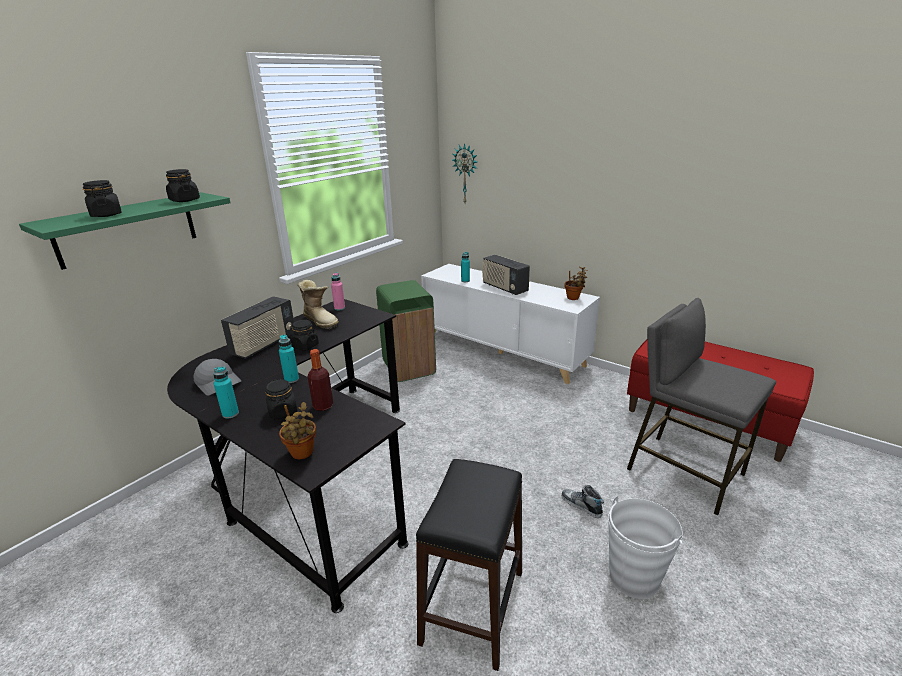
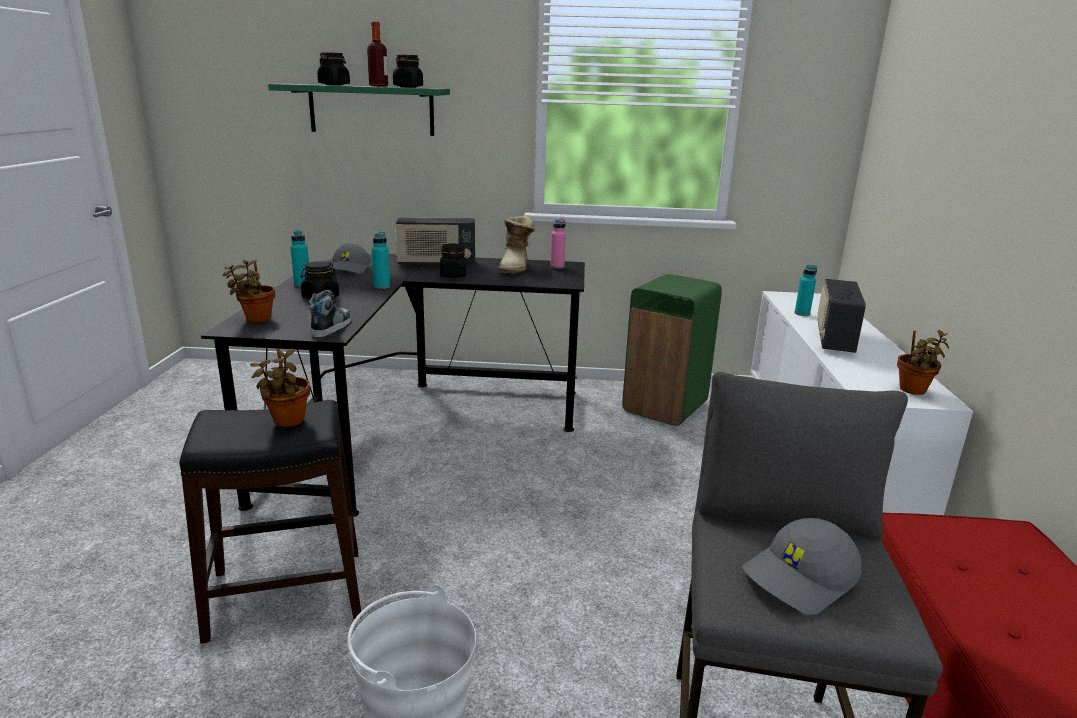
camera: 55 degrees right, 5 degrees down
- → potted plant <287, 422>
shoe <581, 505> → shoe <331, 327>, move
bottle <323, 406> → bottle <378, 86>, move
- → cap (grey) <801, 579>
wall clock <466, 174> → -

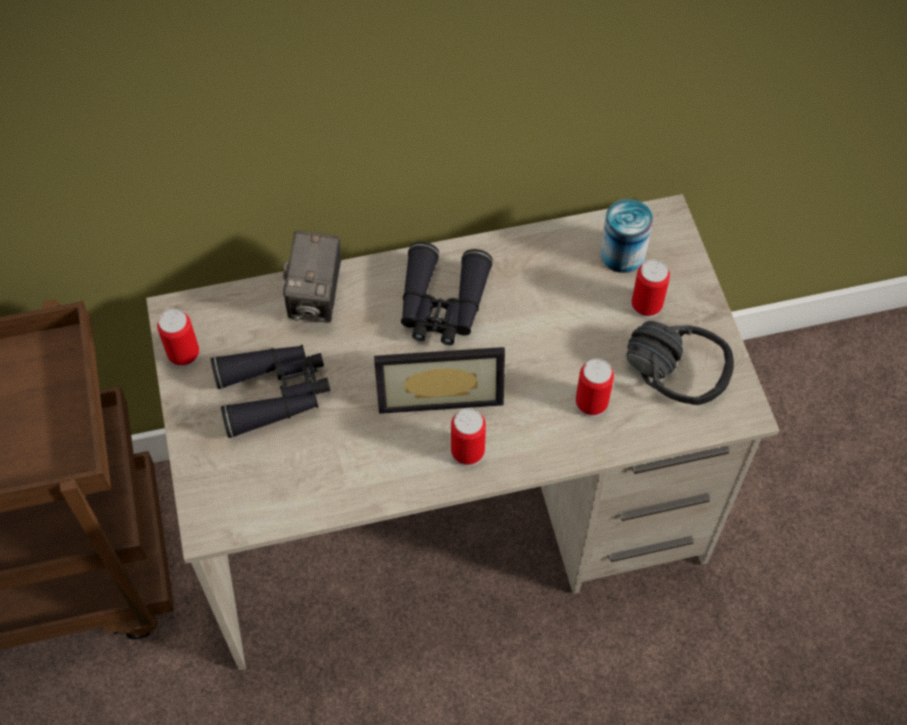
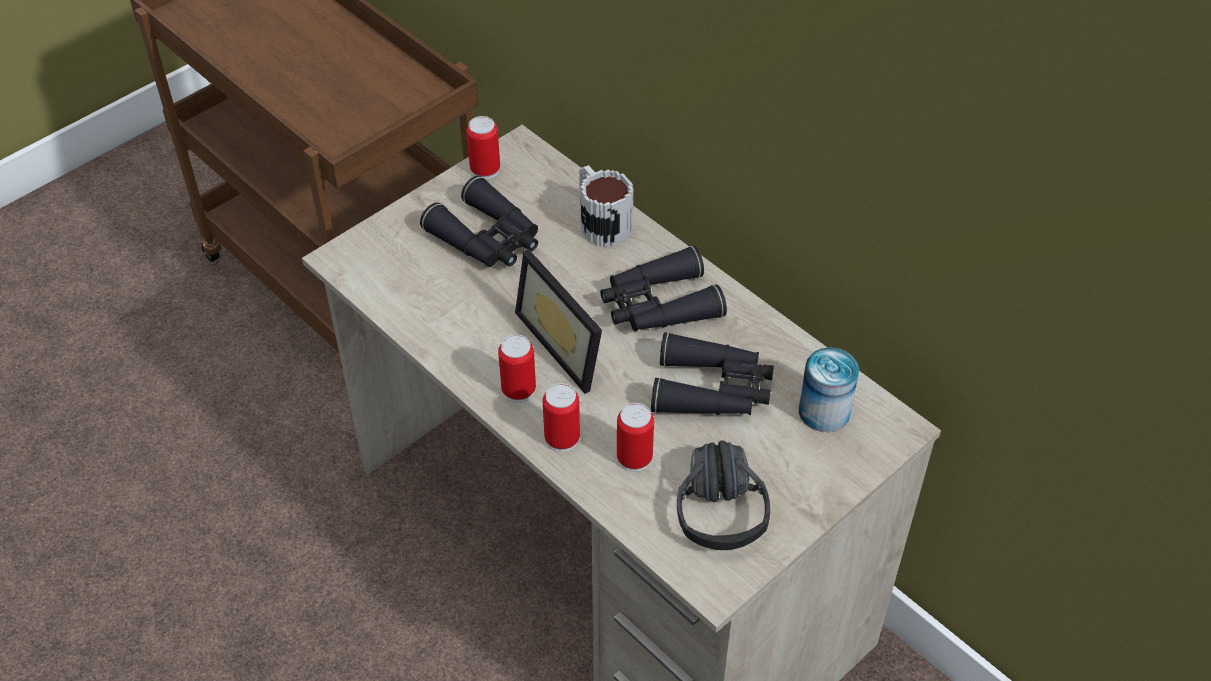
camera: 60 degrees right, 10 degrees down
can <646, 305> → can <562, 438>, move
photo camera <316, 298> → mug <600, 221>
- → binoculars (black) <713, 390>

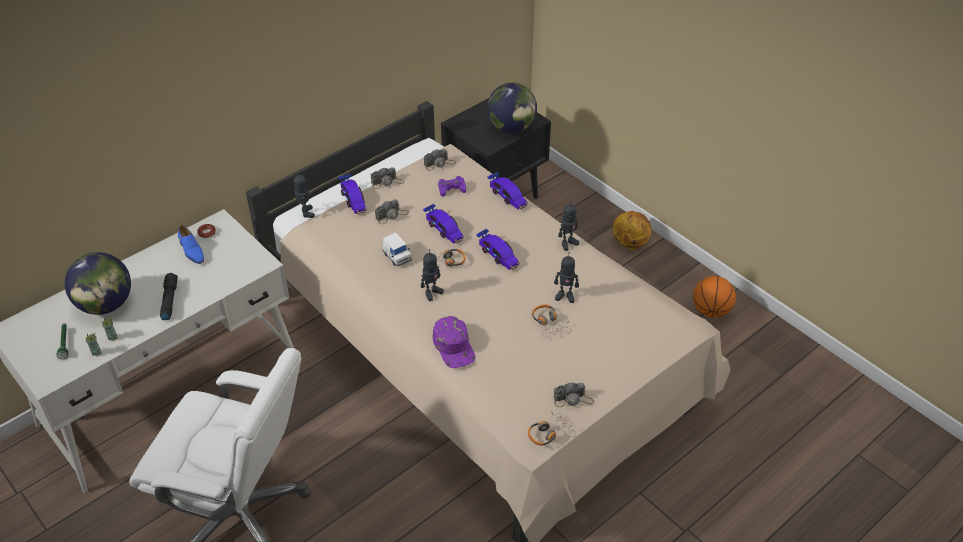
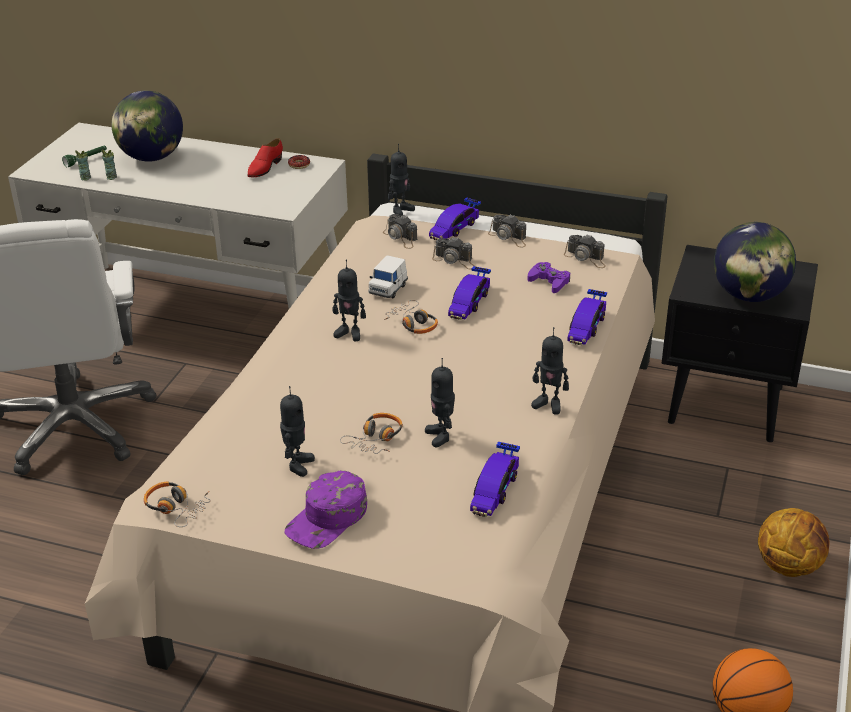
camera: 60 degrees right, 10 degrees down
shoe (blue) <191, 251> → shoe (red) <264, 168>
- → toy robot <297, 465>
cap (purple) <454, 346> → cap (purple) <328, 518>, move
photo camera <573, 399> → photo camera <401, 237>, move
toy car <498, 255> → toy car <494, 489>, move
flashlight (black) <169, 300> → -

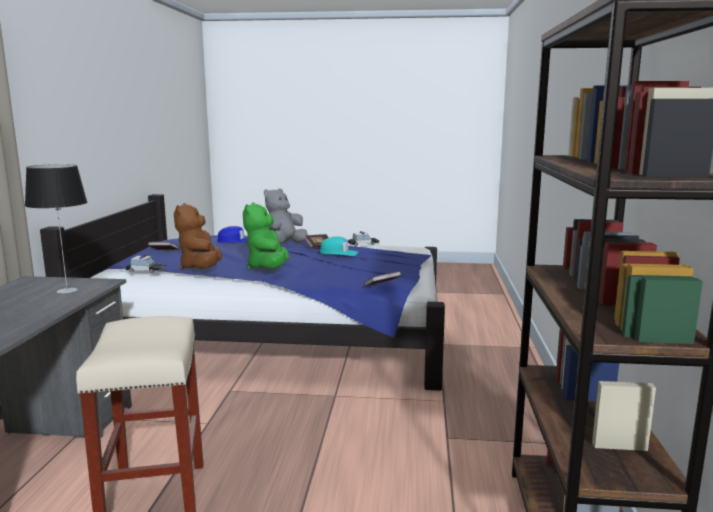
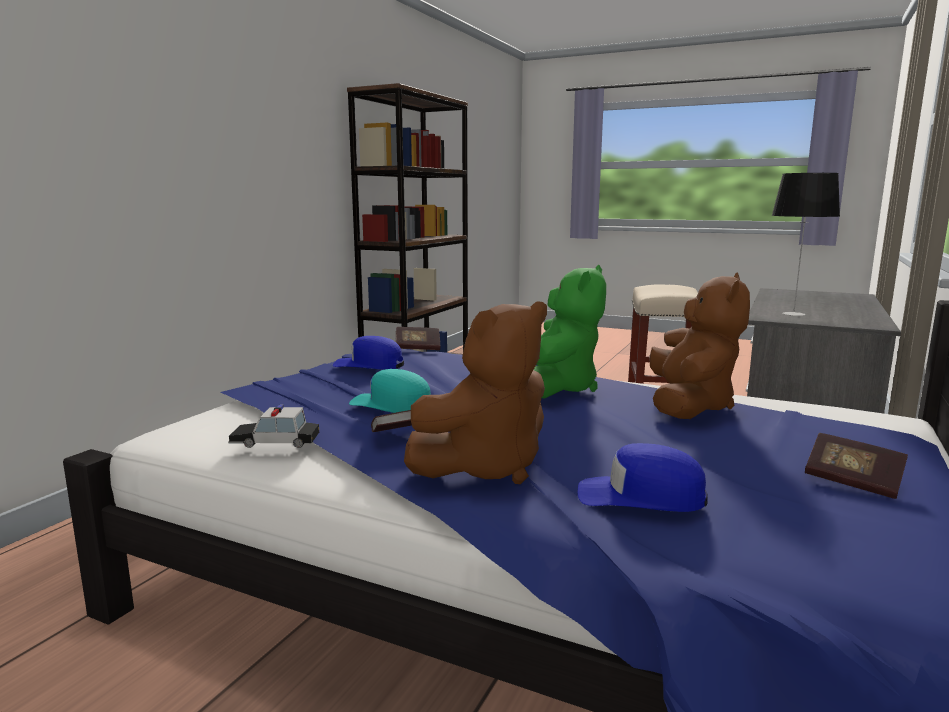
camera: 160 degrees left, 0 degrees up
- → cap (blue) <369, 365>
plush toy (grey) <284, 245> → plush toy (brown) <485, 467>
toy car <146, 270> → -

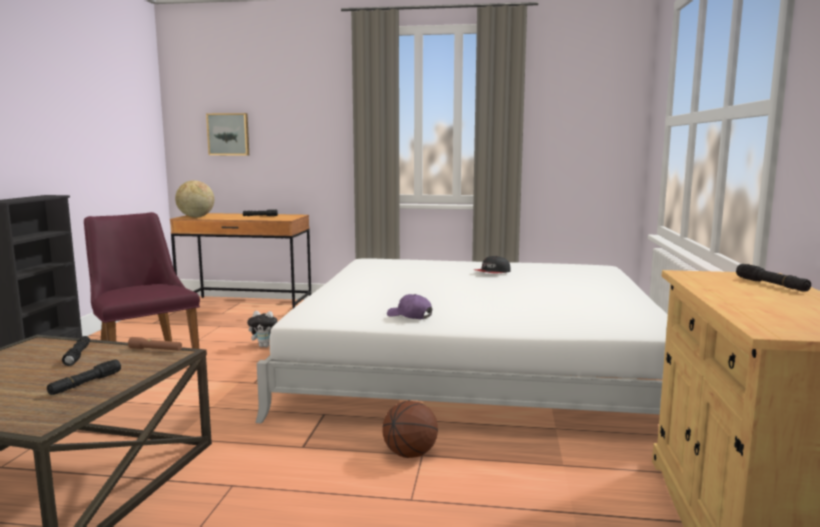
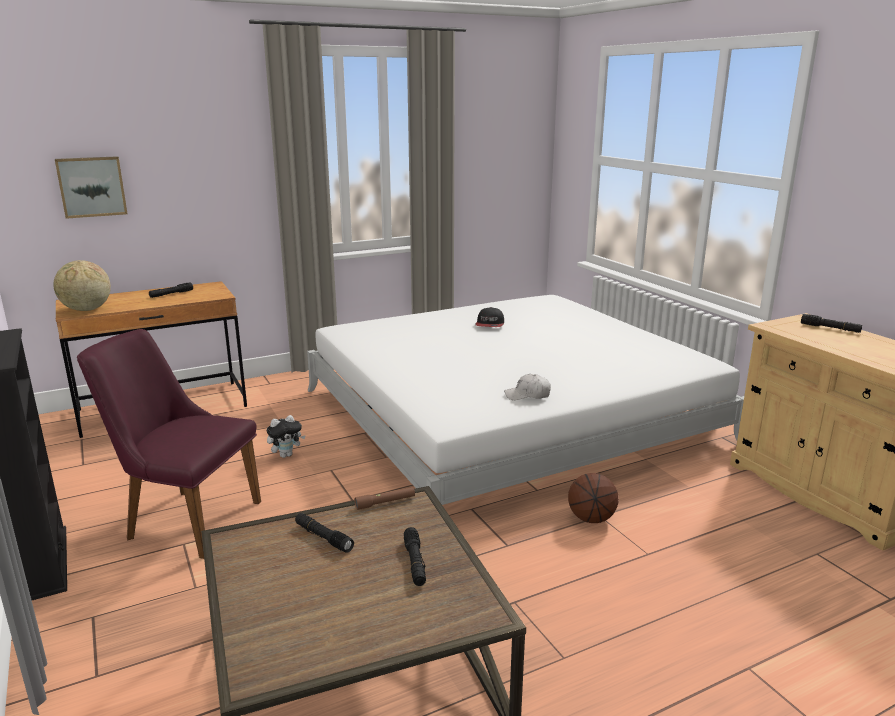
camera: 35 degrees left, 10 degrees up
cap (purple) <410, 316> → cap (white) <527, 395>

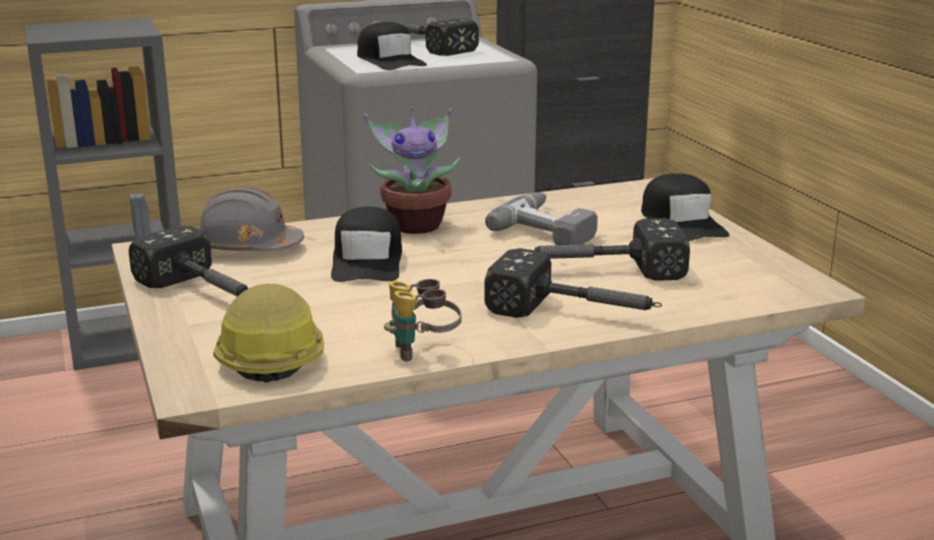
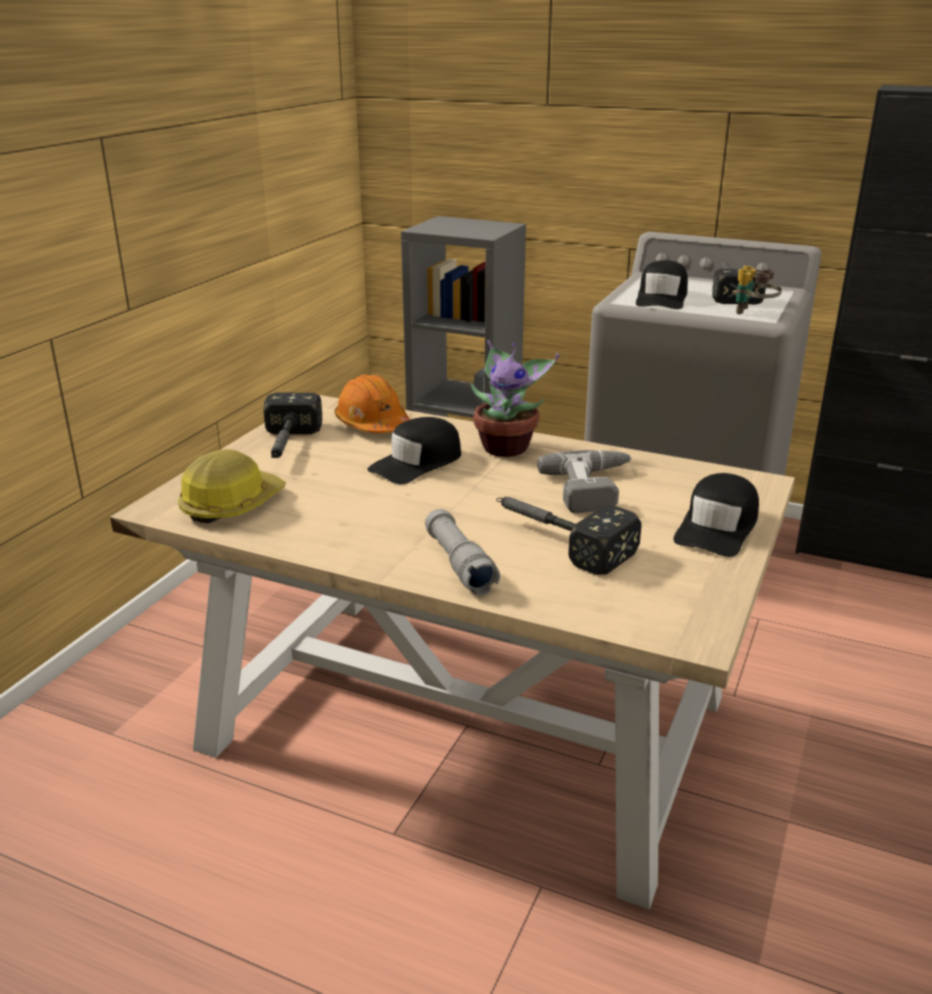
camera: 45 degrees right, 5 degrees up
hard hat (grey) <248, 247> → hard hat (orange) <372, 424>
hammer <576, 313> → flashlight (grey) <459, 564>
binoculars <422, 351> → binoculars <753, 313>, move

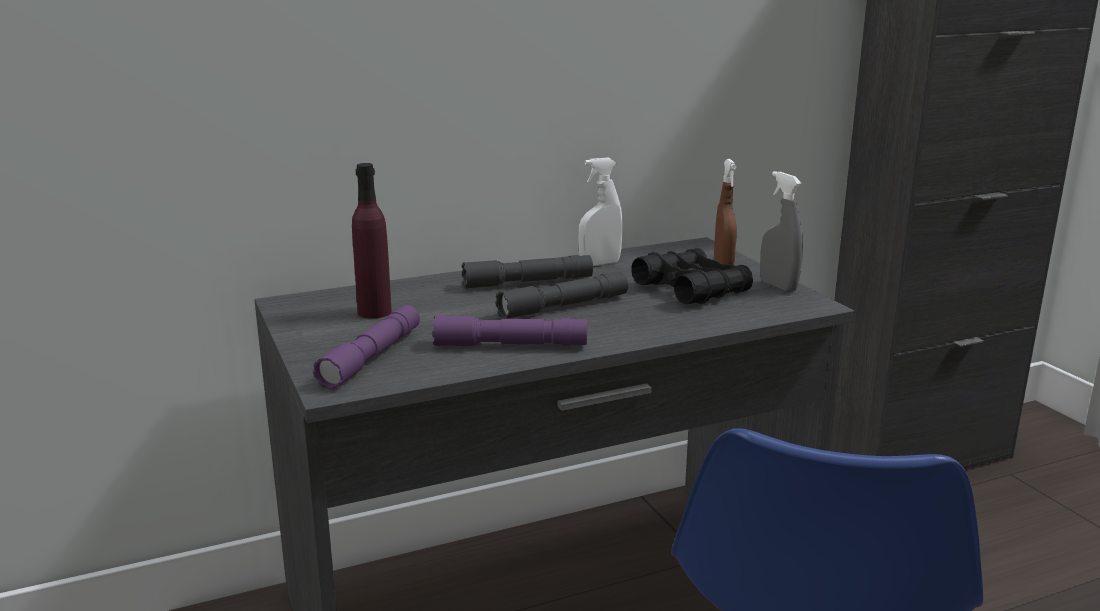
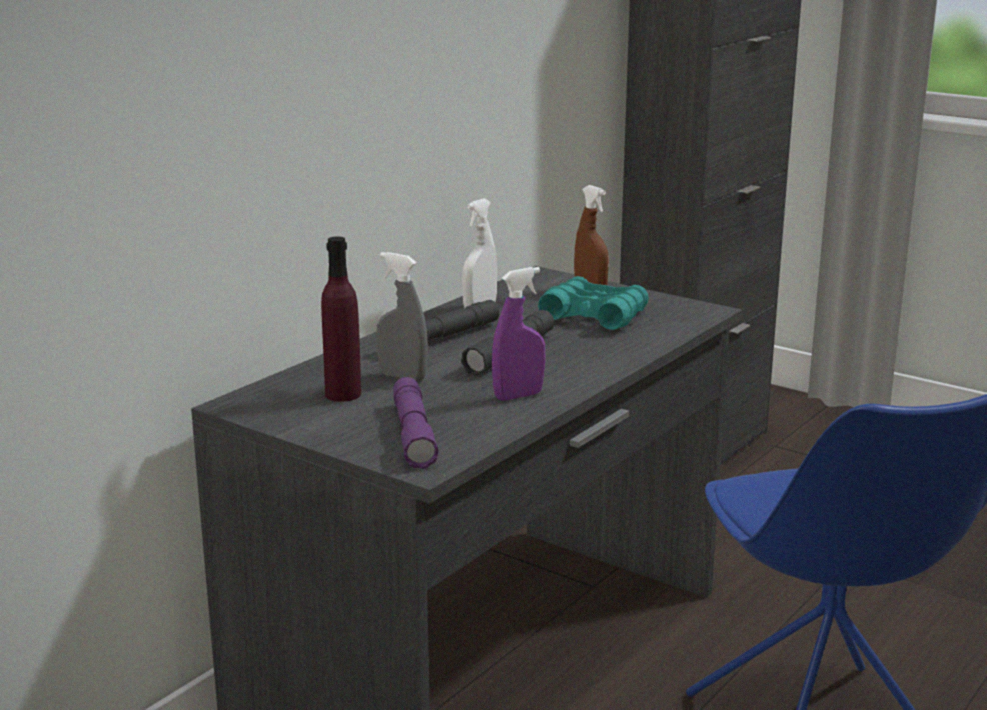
camera: 30 degrees left, 0 degrees up
spray bottle (grey) <778, 286> → spray bottle (grey) <402, 377>, move
flashlight (purple) <510, 345> → spray bottle (purple) <518, 396>
binoculars (black) <691, 289> → binoculars (turquoise) <594, 316>

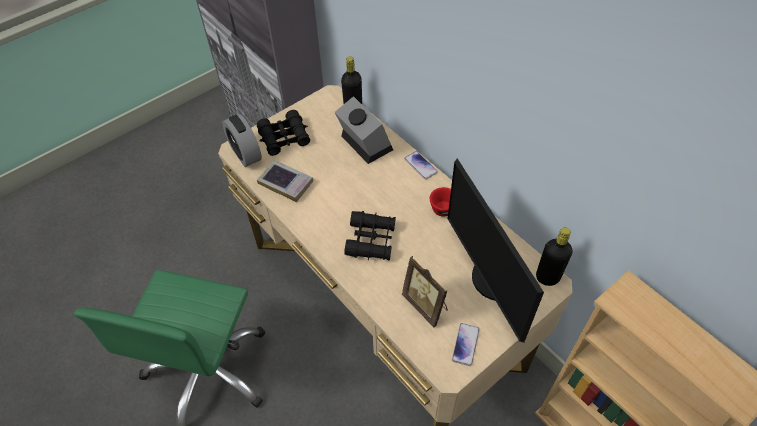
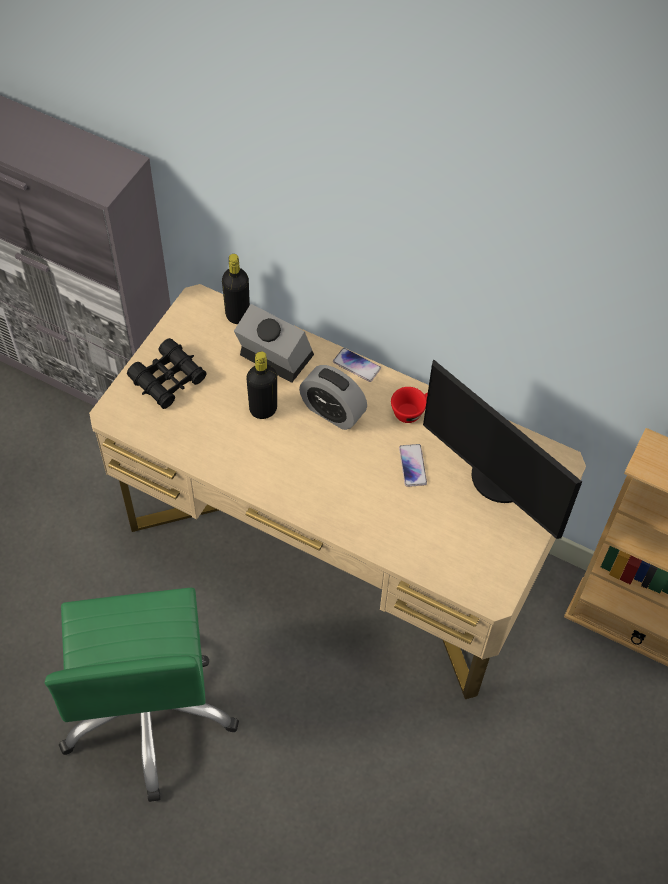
camera: 25 degrees left, 5 degrees up
bottle (black) <547, 277> → bottle (black) <263, 409>, move
alarm clock <245, 153> → alarm clock <332, 411>, move
phone <465, 344> → phone <412, 465>, move
book <285, 183> → -
binoculars (black) <371, 240> → -
picture frame <426, 305> → -

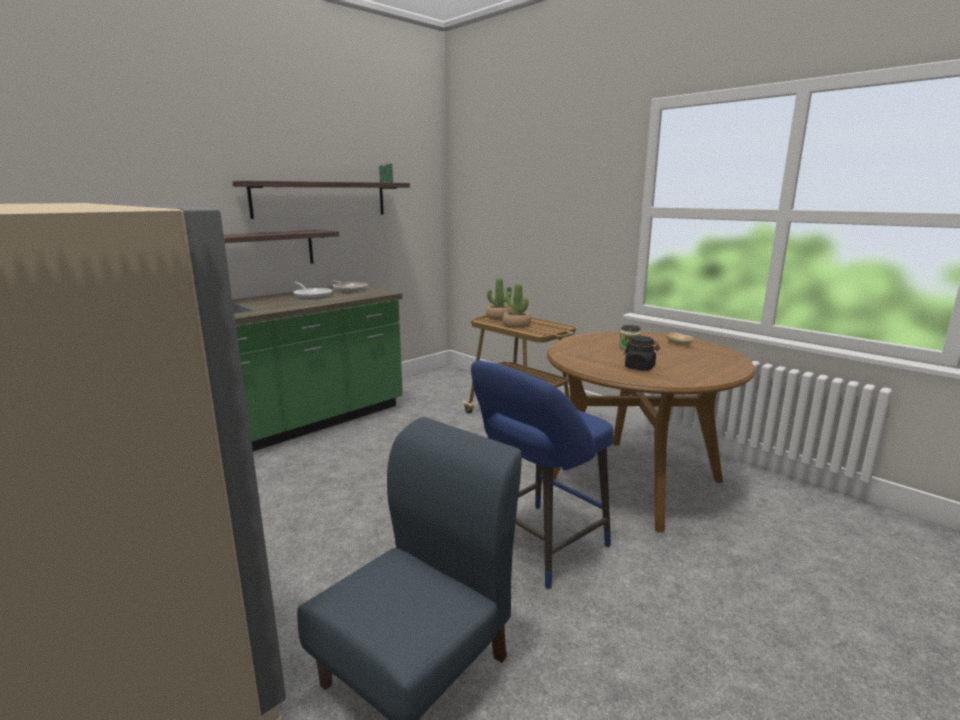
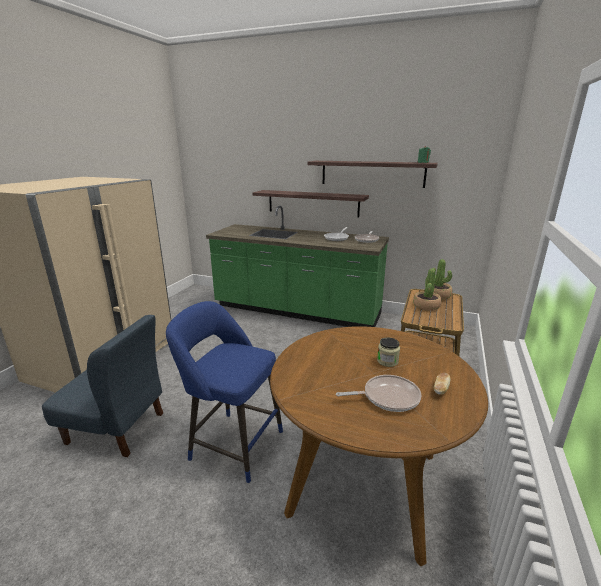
camera: 65 degrees right, 5 degrees up
- → frying pan <387, 397>
jar (black) <640, 367> → -

